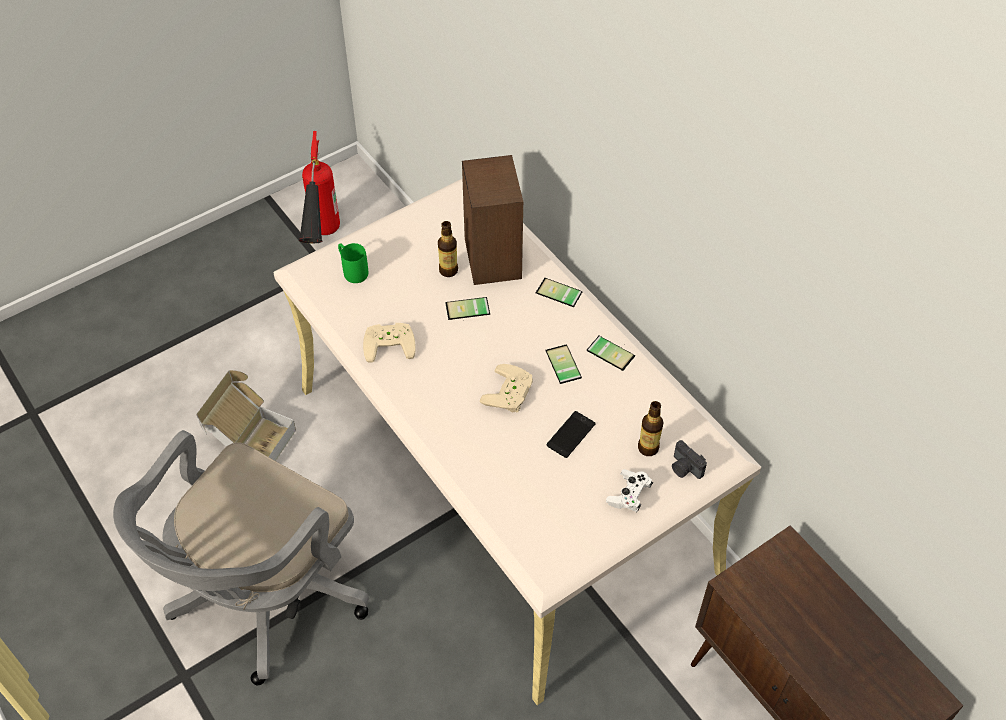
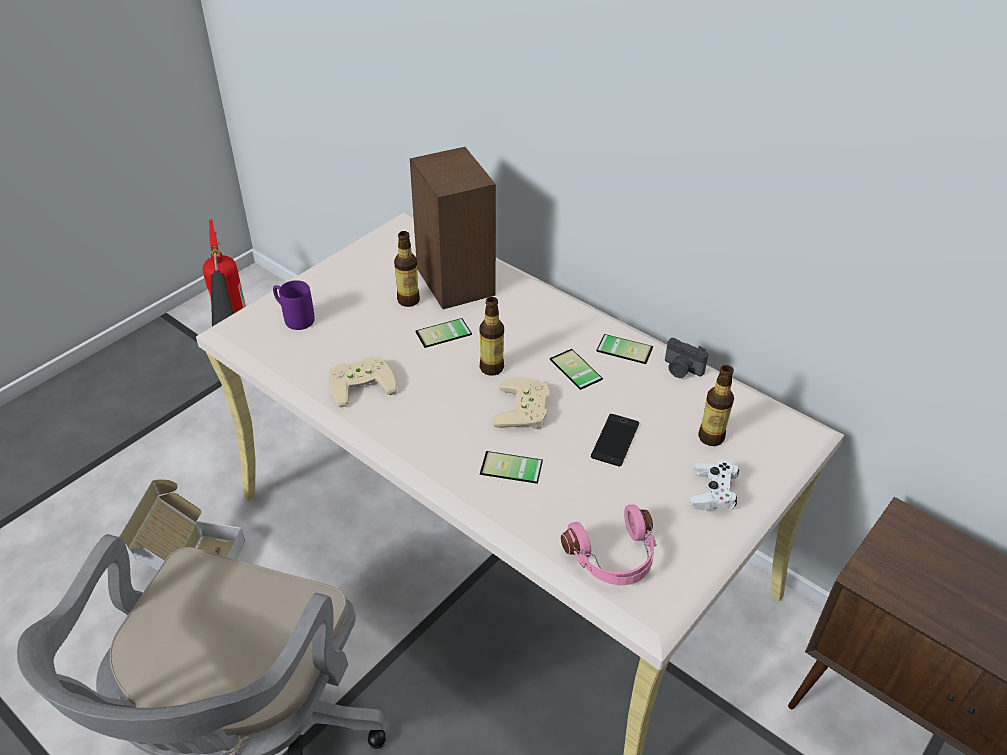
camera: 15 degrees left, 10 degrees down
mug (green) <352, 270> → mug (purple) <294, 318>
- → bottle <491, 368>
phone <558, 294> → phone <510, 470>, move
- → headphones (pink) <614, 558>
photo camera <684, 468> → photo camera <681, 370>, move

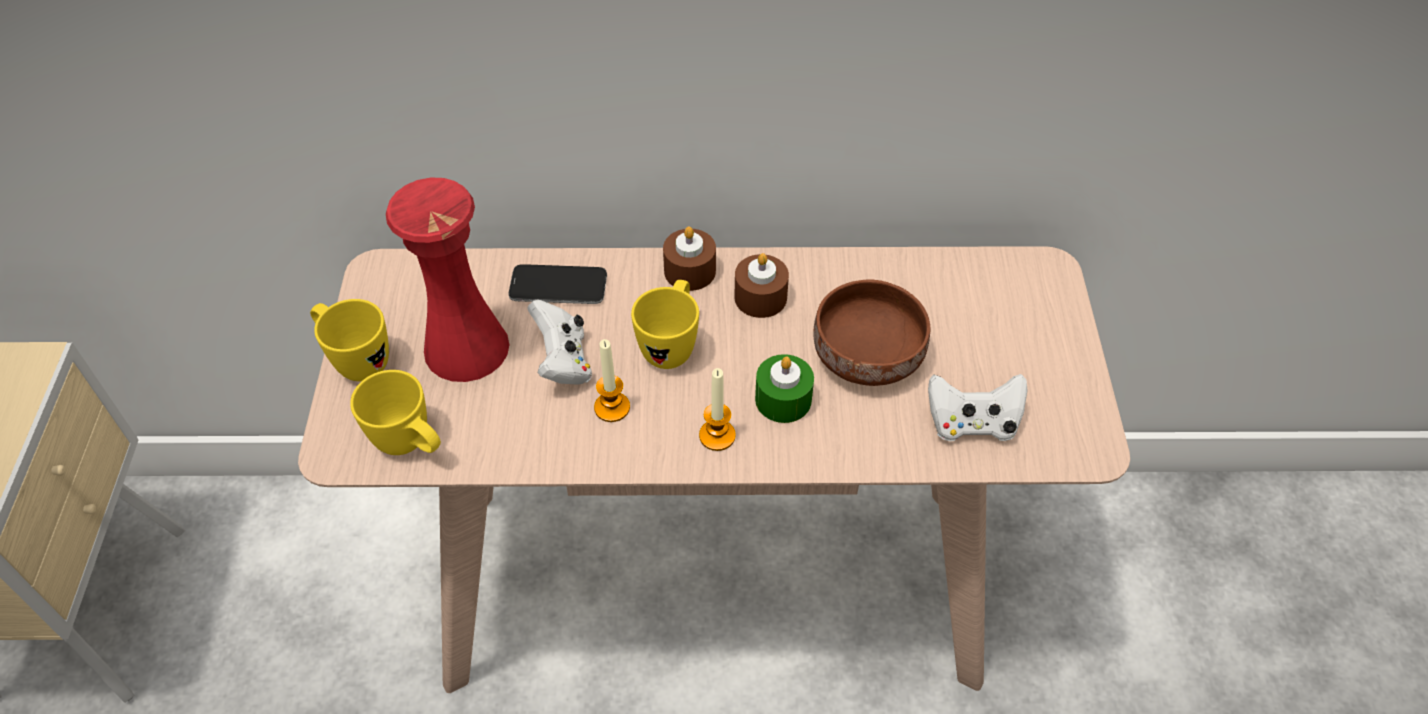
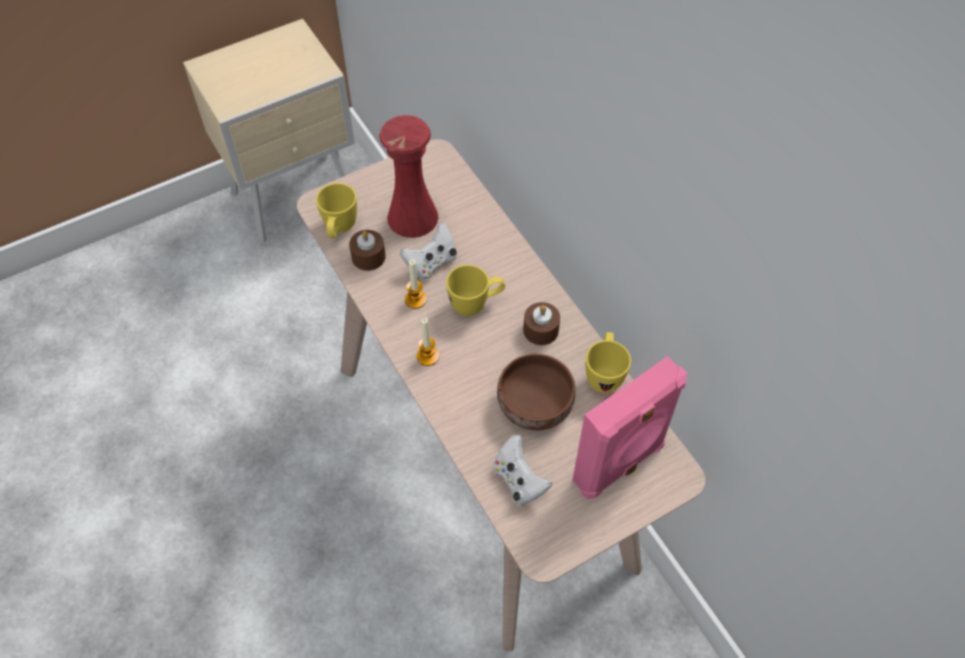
camera: 60 degrees right, 5 degrees up
candle (brown) <690, 271> → candle (brown) <368, 257>, move
- → speaker (pink) <620, 465>
mug (yellow) <356, 360> → mug (yellow) <604, 374>, move
phone <558, 286> → -
candle (green) <783, 399> → -

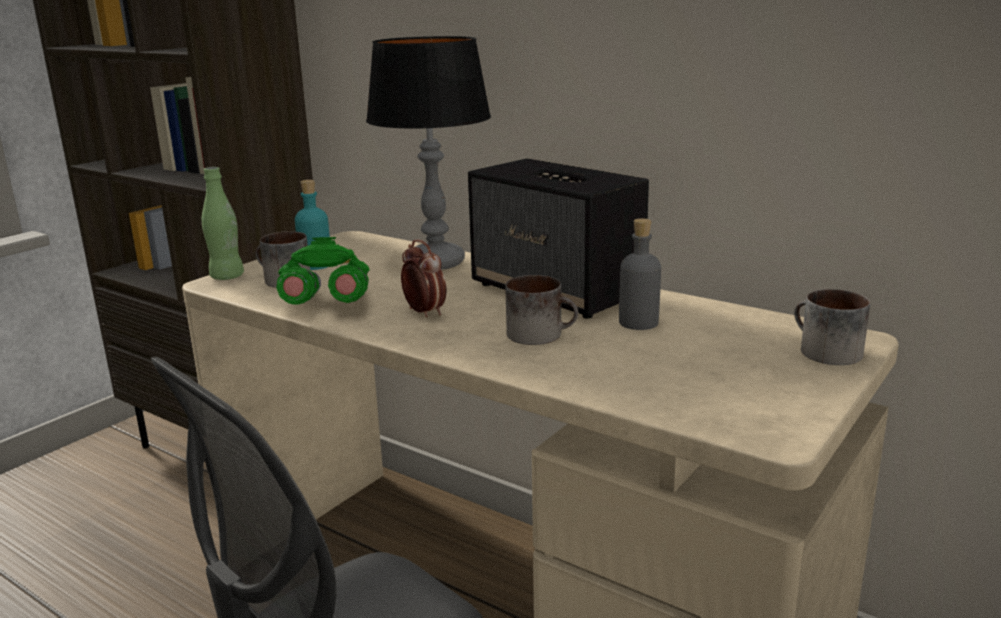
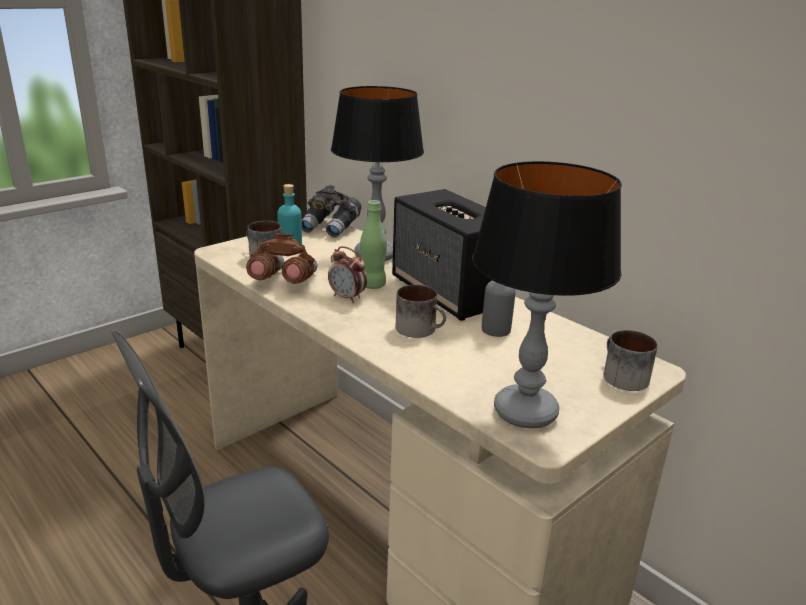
camera: 10 degrees right, 5 degrees up
binoculars (green) <327, 305> → binoculars (brown) <283, 282>
- → binoculars (grey) <331, 228>
alarm clock <424, 312> → alarm clock <347, 298>, 150 degrees clockwise
bottle (green) <227, 277> → bottle (green) <372, 285>, move
- → table lamp <525, 412>

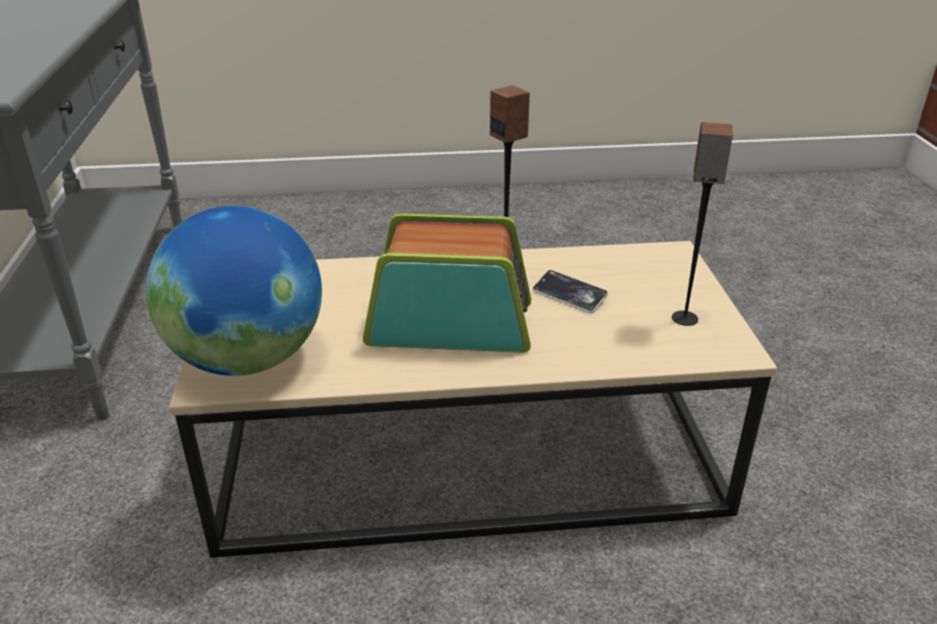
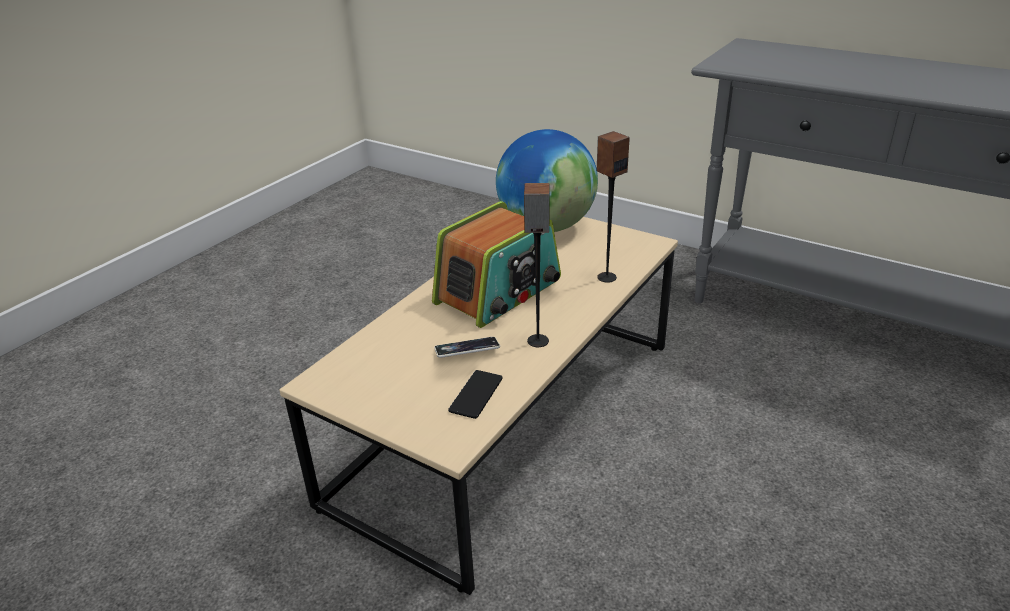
camera: 130 degrees right, 0 degrees up
- → phone <476, 395>
speaker <684, 319> → speaker <606, 277>, move

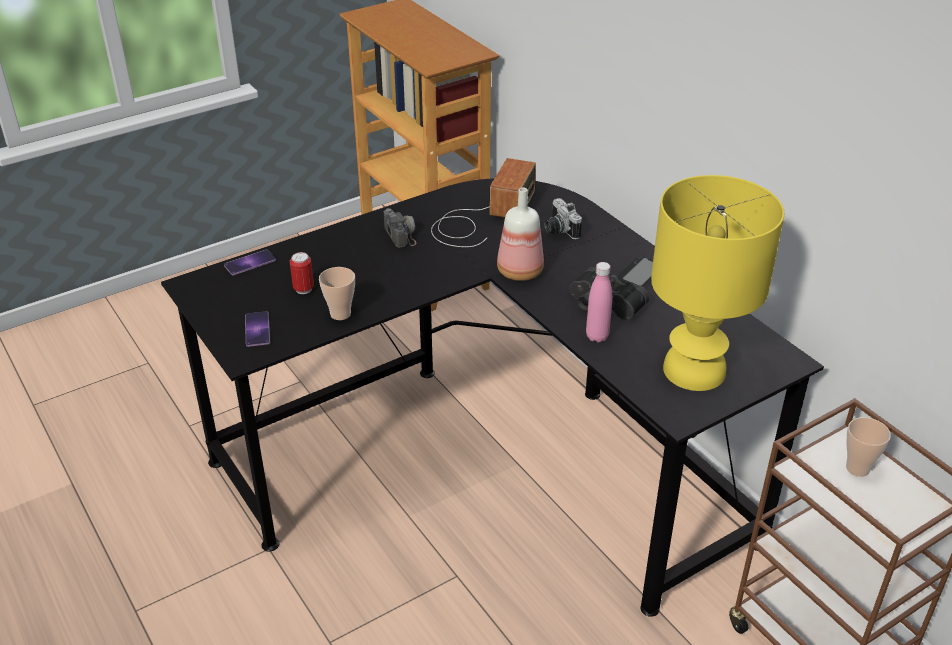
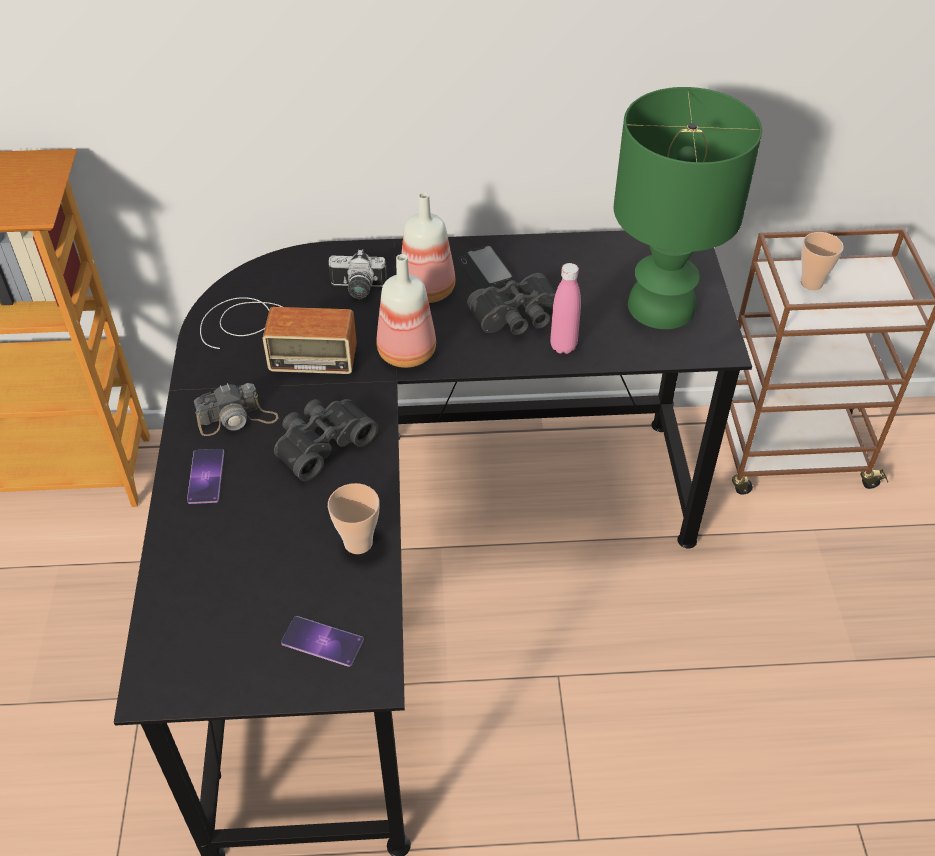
camera: 60 degrees left, 10 degrees up
phone <250, 263> → phone <206, 476>, move
photo camera <401, 232> → photo camera <237, 419>, 150 degrees clockwise
radio <482, 217> → radio <274, 337>, 135 degrees clockwise
- → binoculars (black) <321, 443>
- → bottle <429, 289>
table lamp (yellow) <695, 369> → table lamp (green) <660, 305>
can <303, 289> → -

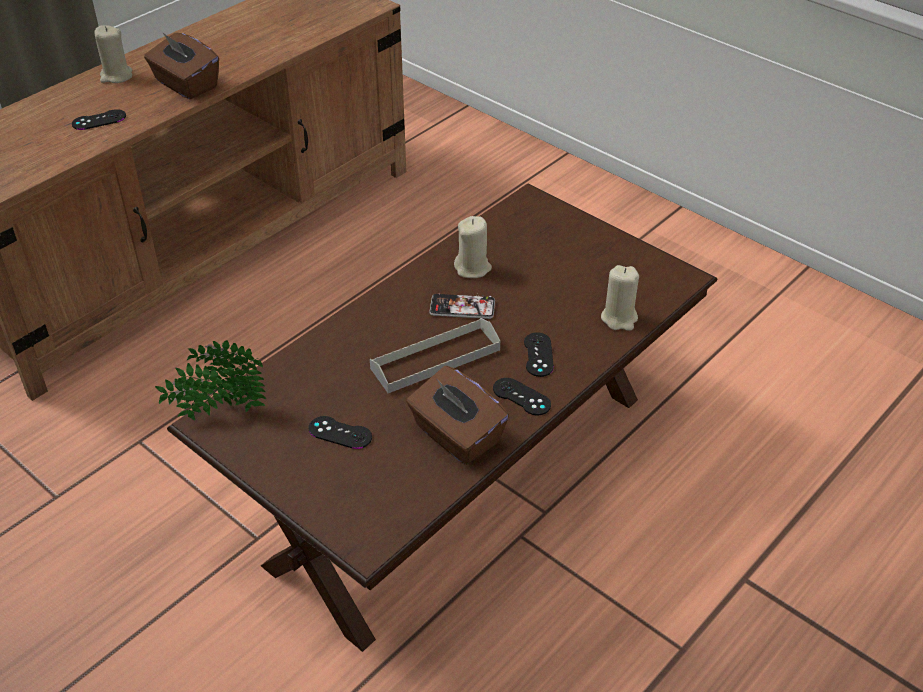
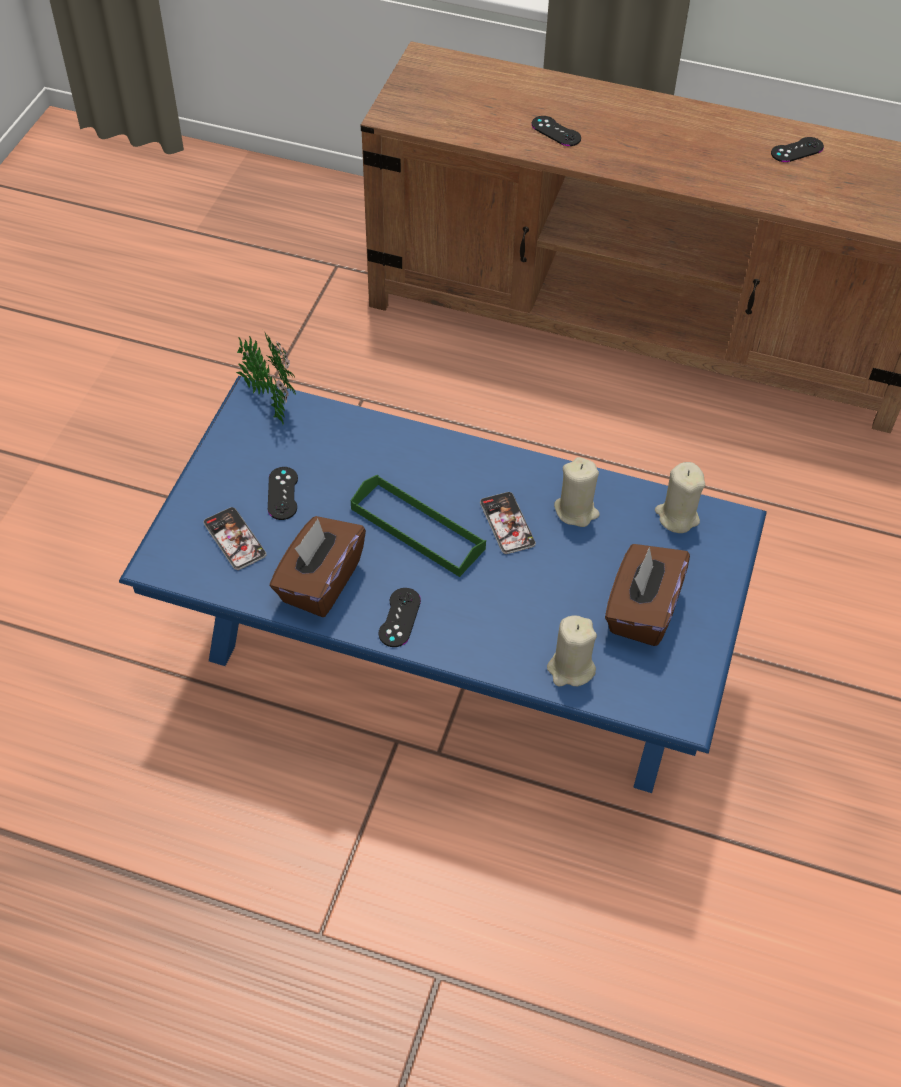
camera: 65 degrees right, 10 degrees up
coffee table (brown) <462, 478> → coffee table (blue) <446, 663>
- → phone <234, 539>
tray (grey) <435, 359> → tray (green) <417, 529>
tissue box (brown) <185, 85> → tissue box (brown) <641, 610>, move
candle (beige) <116, 76> → candle (beige) <677, 516>, move
game controller (black) <538, 355> → game controller (black) <797, 150>, move

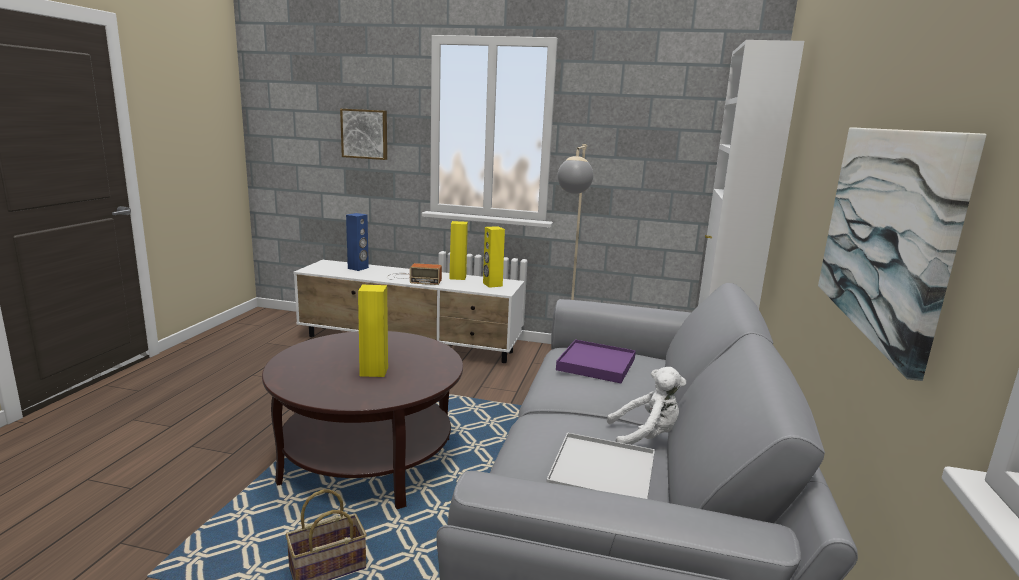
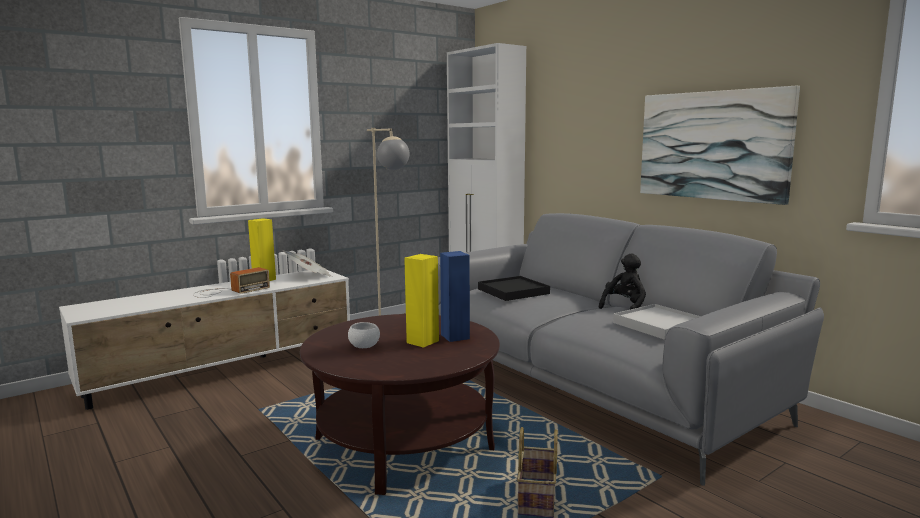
camera: 50 degrees left, 5 degrees down
speaker (yellow) <492, 284> → newspaper <309, 276>
- → bowl (white) <364, 347>
speaker (blue) <358, 268> → speaker (blue) <455, 336>, move
tray (purple) <596, 364> → tray (black) <513, 291>
plush toy (white) <646, 437> → plush toy (black) <624, 307>
picture <365, 134> → -

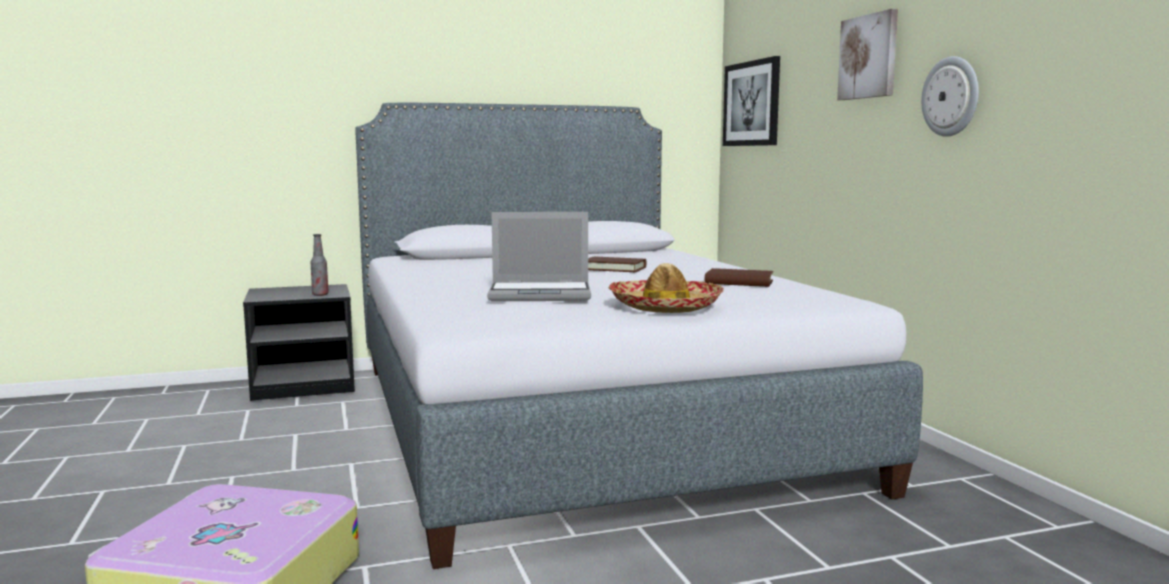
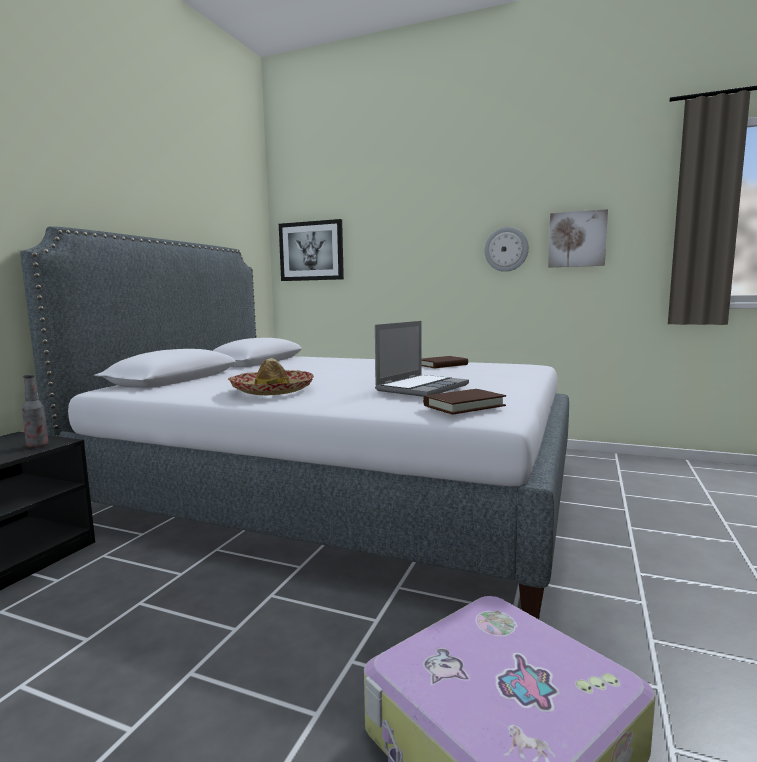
camera: 50 degrees left, 0 degrees up
hat <664, 307> → hat <271, 391>, move
book (brown) <614, 268> → book (brown) <464, 406>, move
picture <869, 57> → picture <577, 239>, move

